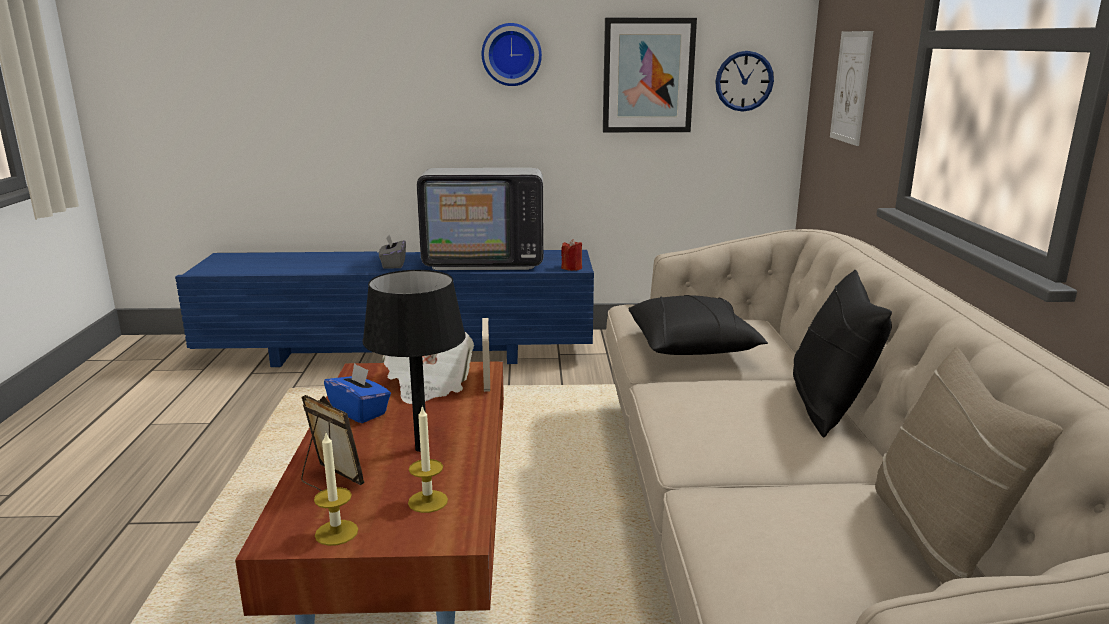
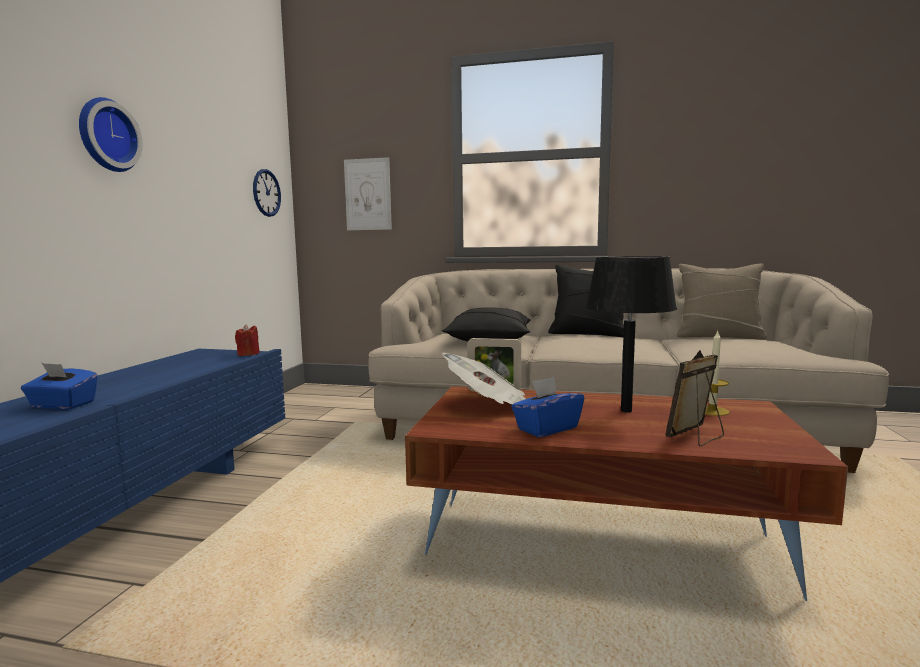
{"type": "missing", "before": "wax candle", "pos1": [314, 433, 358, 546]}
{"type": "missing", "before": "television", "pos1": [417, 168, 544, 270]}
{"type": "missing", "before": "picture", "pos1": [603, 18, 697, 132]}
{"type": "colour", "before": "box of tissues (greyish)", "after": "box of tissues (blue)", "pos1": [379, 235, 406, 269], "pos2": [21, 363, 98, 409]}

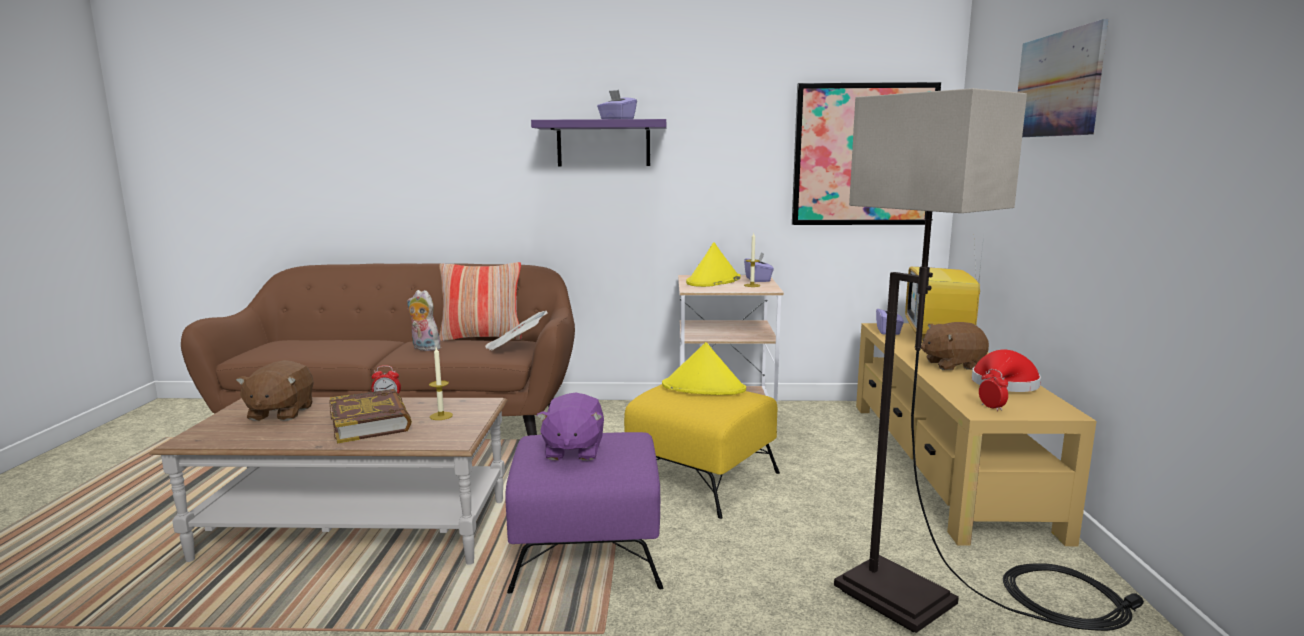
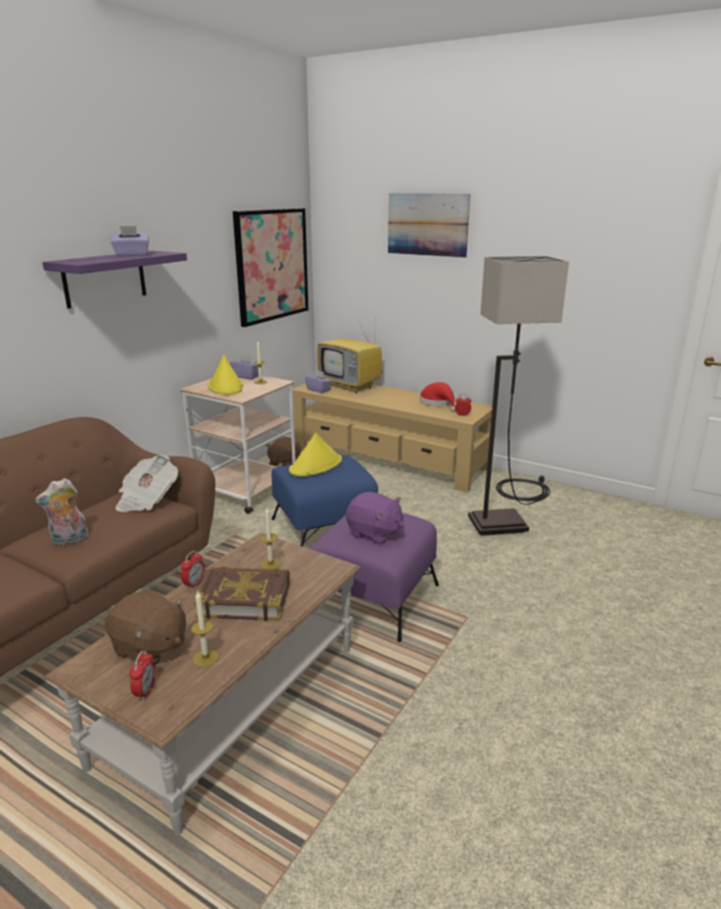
{"type": "missing", "before": "cushion", "pos1": [439, 262, 522, 341]}
{"type": "appeared", "after": "bedside clock", "pos2": [129, 650, 156, 701]}
{"type": "appeared", "after": "wax candle", "pos2": [191, 590, 218, 667]}
{"type": "relocated", "before": "cuddly toy (brown)", "pos1": [921, 322, 989, 370], "pos2": [266, 437, 301, 466]}
{"type": "colour", "before": "pouffe (yellow)", "after": "pouffe (blue)", "pos1": [624, 384, 780, 519], "pos2": [271, 456, 378, 547]}

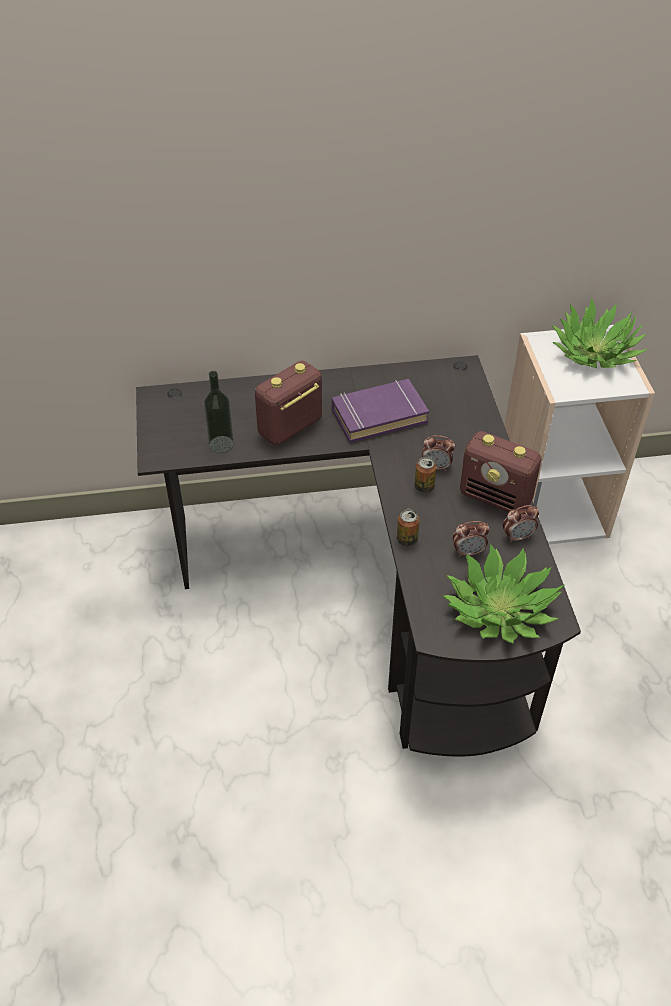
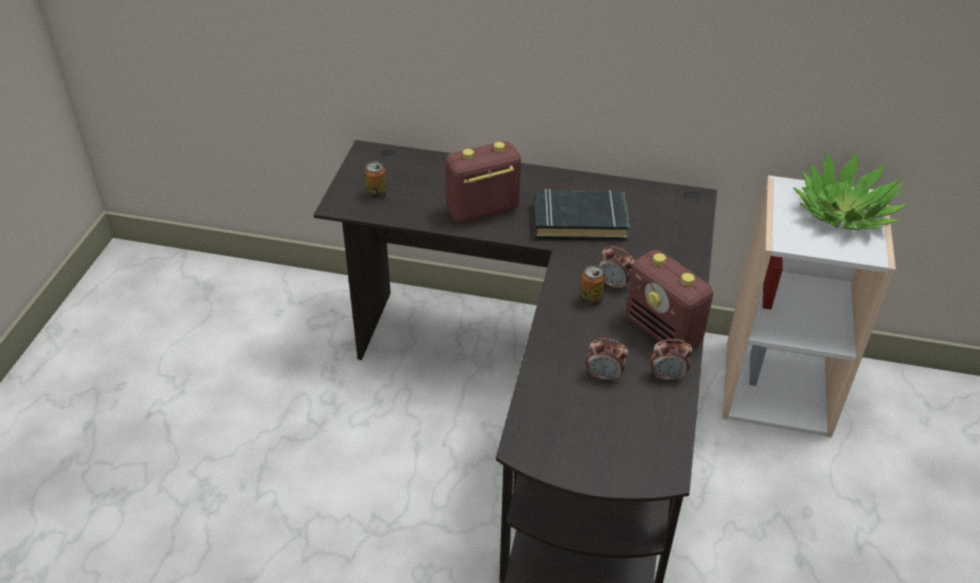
{"type": "missing", "before": "drink bottle", "pos1": [204, 371, 234, 453]}
{"type": "missing", "before": "houseplant", "pos1": [442, 544, 565, 644]}
{"type": "relocated", "before": "sealed can", "pos1": [397, 509, 420, 546], "pos2": [364, 162, 387, 199]}
{"type": "colour", "before": "volume (purple-coloured)", "after": "volume (black)", "pos1": [332, 379, 429, 443], "pos2": [534, 189, 630, 241]}

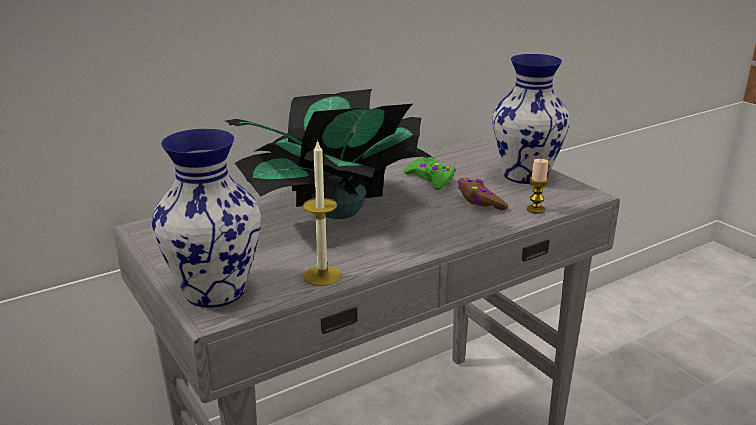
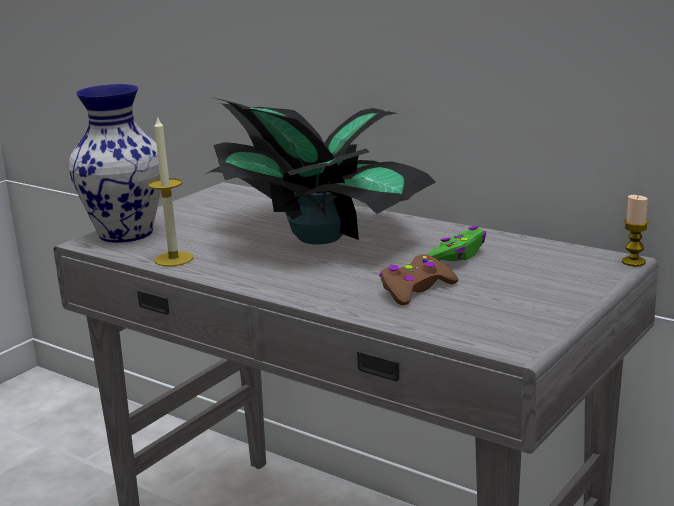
{"type": "missing", "before": "flower vase", "pos1": [492, 54, 570, 184]}
{"type": "relocated", "before": "wax candle", "pos1": [527, 159, 549, 214], "pos2": [622, 195, 649, 266]}

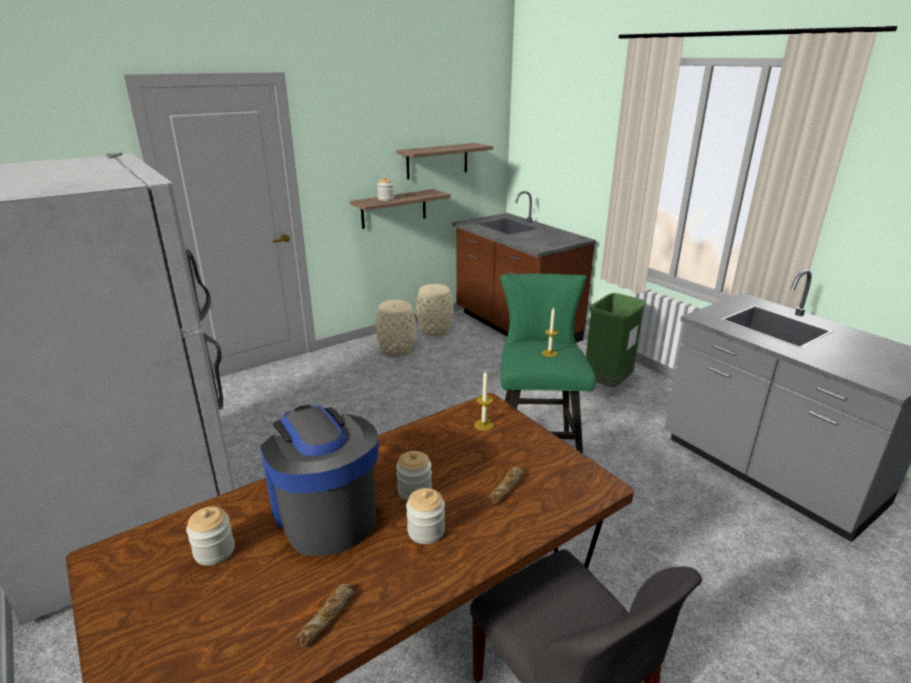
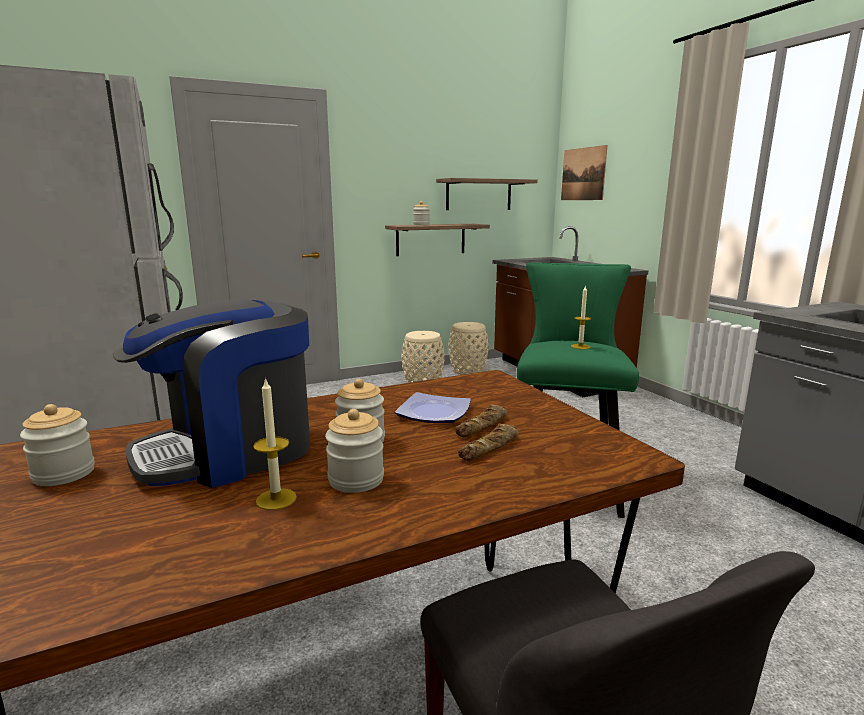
{"type": "missing", "before": "rubbish bin (green)", "pos1": [586, 293, 646, 387]}
{"type": "appeared", "after": "flat dish", "pos2": [395, 392, 471, 423]}
{"type": "appeared", "after": "picture", "pos2": [561, 145, 607, 200]}
{"type": "relocated", "before": "bread", "pos1": [295, 584, 353, 648], "pos2": [455, 404, 507, 437]}
{"type": "relocated", "before": "wax candle", "pos1": [474, 370, 494, 431], "pos2": [253, 377, 297, 510]}
{"type": "spun", "before": "coffee brewer", "pos1": [260, 405, 379, 556], "pos2": [113, 299, 310, 488], "turn": -105}

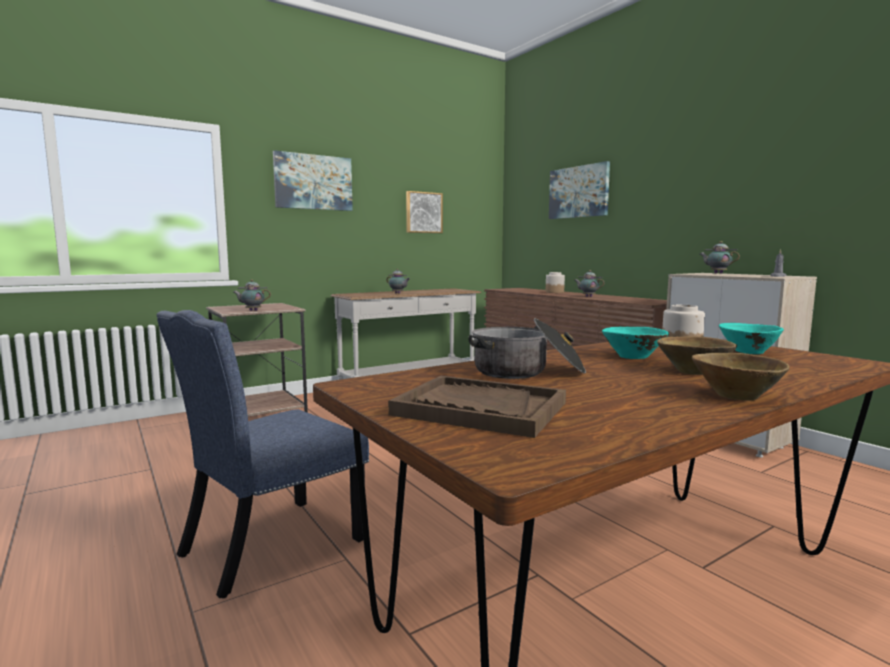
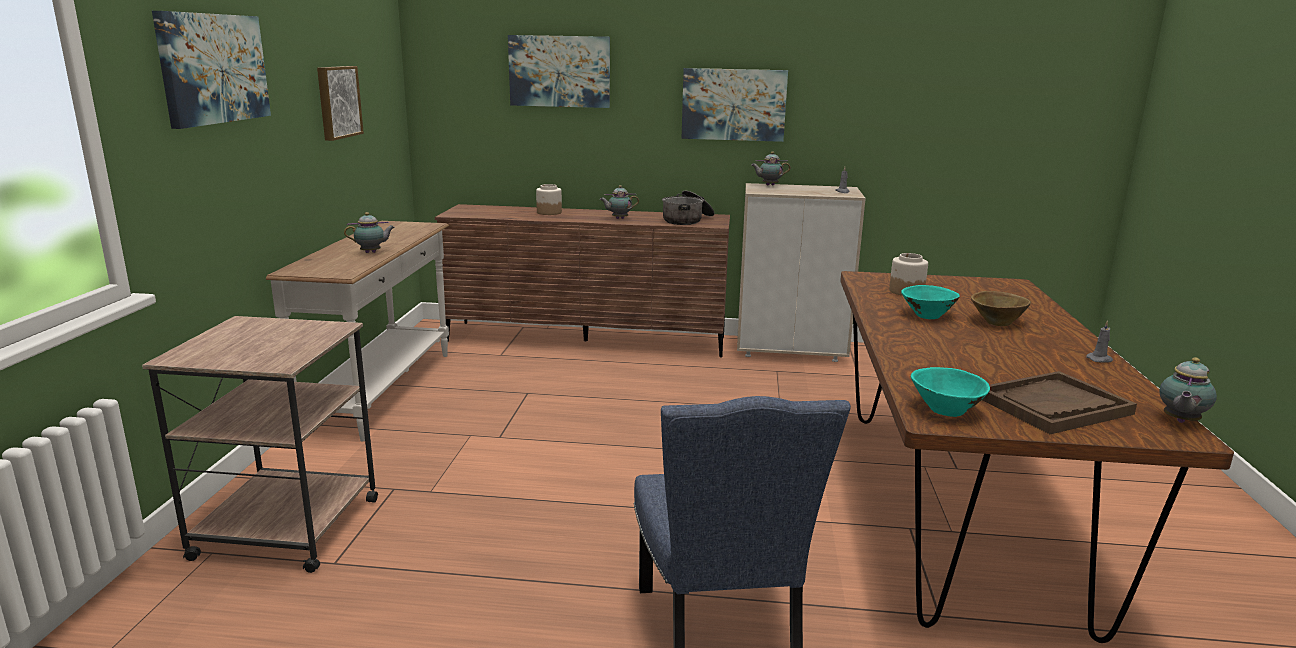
{"type": "missing", "before": "bowl (brown)", "pos1": [692, 353, 789, 400]}
{"type": "appeared", "after": "picture", "pos2": [682, 68, 788, 142]}
{"type": "appeared", "after": "wax candle (greyish)", "pos2": [1086, 320, 1113, 363]}
{"type": "relocated", "before": "tea pot", "pos1": [233, 279, 271, 311], "pos2": [1159, 357, 1217, 423]}
{"type": "relocated", "before": "stockpot", "pos1": [468, 318, 586, 379], "pos2": [662, 190, 715, 225]}
{"type": "relocated", "before": "bowl (blue-green)", "pos1": [719, 323, 784, 354], "pos2": [911, 367, 990, 417]}

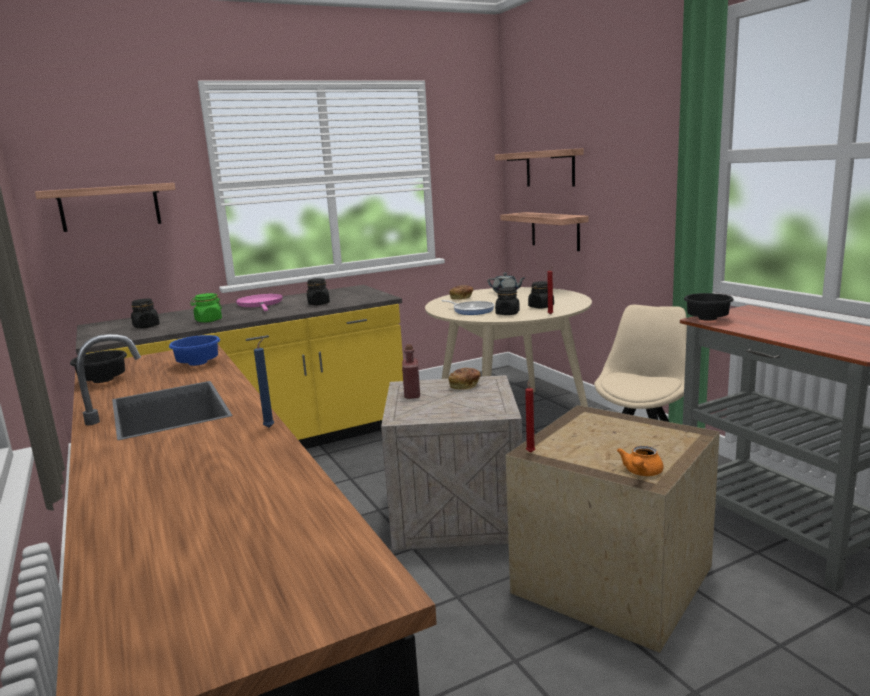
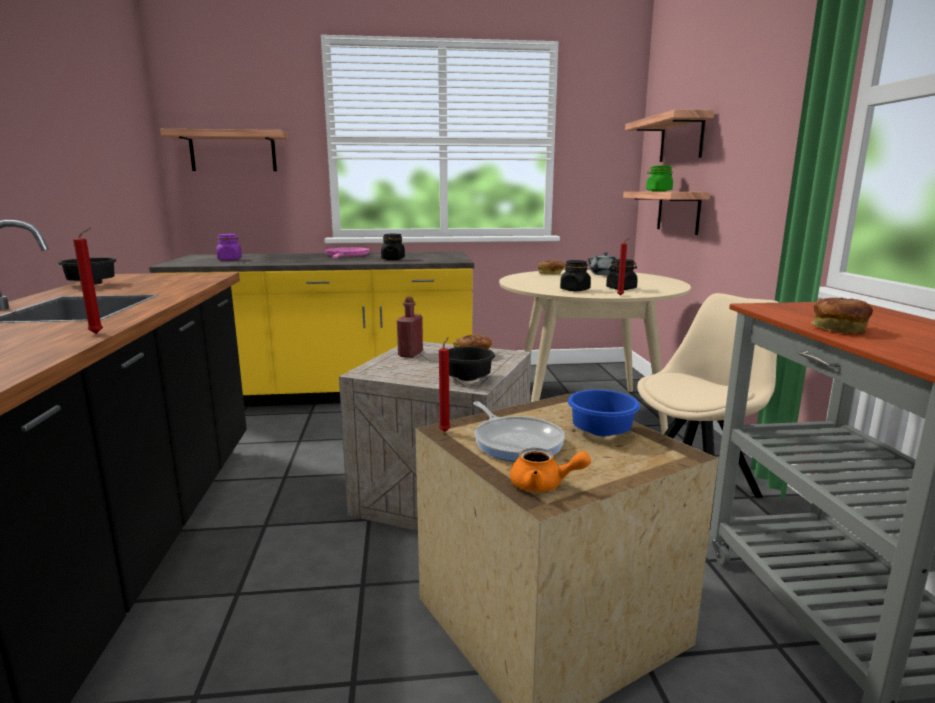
{"type": "appeared", "after": "bread", "pos2": [811, 297, 873, 333]}
{"type": "relocated", "before": "bowl (blue)", "pos1": [169, 335, 220, 366], "pos2": [568, 390, 640, 436]}
{"type": "relocated", "before": "preserve jar (green)", "pos1": [190, 293, 222, 322], "pos2": [646, 166, 673, 191]}
{"type": "relocated", "before": "pan", "pos1": [442, 300, 494, 315], "pos2": [473, 401, 565, 462]}
{"type": "relocated", "before": "bowl (black)", "pos1": [684, 293, 734, 321], "pos2": [449, 347, 495, 381]}
{"type": "colour", "before": "preserve jar (black)", "after": "preserve jar (purple-coloured)", "pos1": [131, 299, 160, 328], "pos2": [216, 234, 242, 261]}
{"type": "colour", "before": "wax candle (blue)", "after": "wax candle (red-coloured)", "pos1": [254, 337, 274, 428], "pos2": [73, 227, 103, 334]}
{"type": "spun", "before": "tea pot (orange)", "pos1": [617, 446, 664, 476], "pos2": [510, 448, 591, 492], "turn": -120}

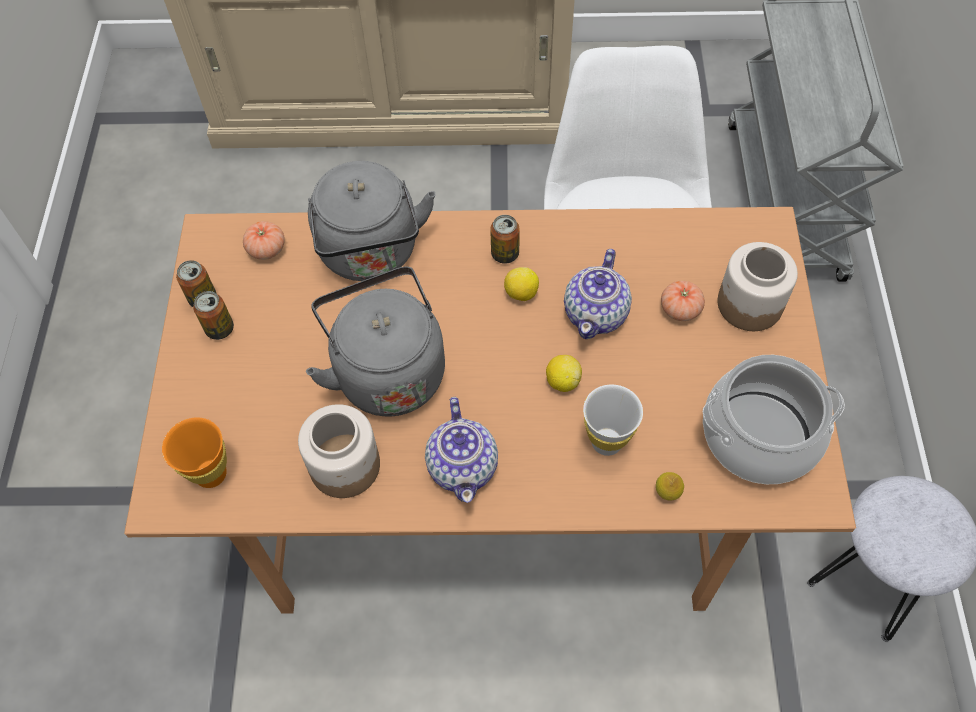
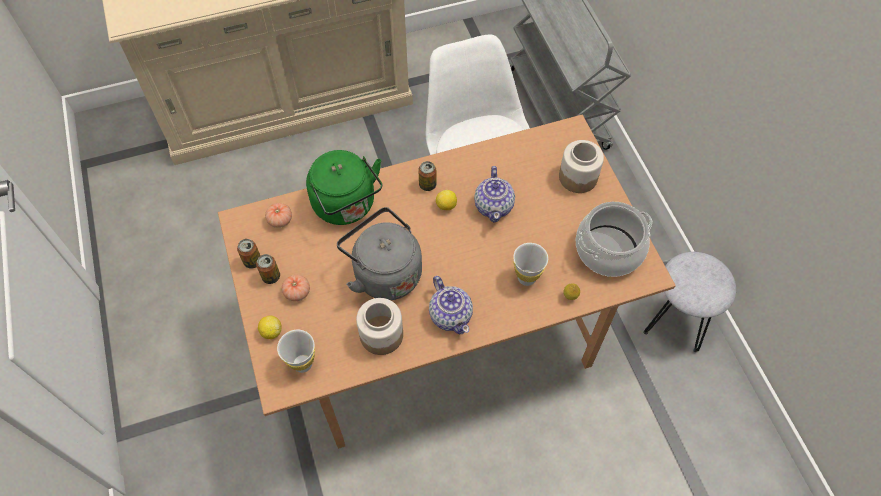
{"type": "relocated", "before": "lemon", "pos1": [546, 355, 582, 392], "pos2": [258, 315, 281, 339]}
{"type": "relocated", "before": "fresh tomato", "pos1": [661, 281, 705, 321], "pos2": [282, 275, 310, 301]}
{"type": "colour", "before": "cup (orange)", "after": "cup (whitish)", "pos1": [162, 417, 227, 488], "pos2": [277, 330, 315, 373]}
{"type": "colour", "before": "water kettle (greyish)", "after": "water kettle (green)", "pos1": [308, 161, 436, 281], "pos2": [306, 150, 382, 225]}

